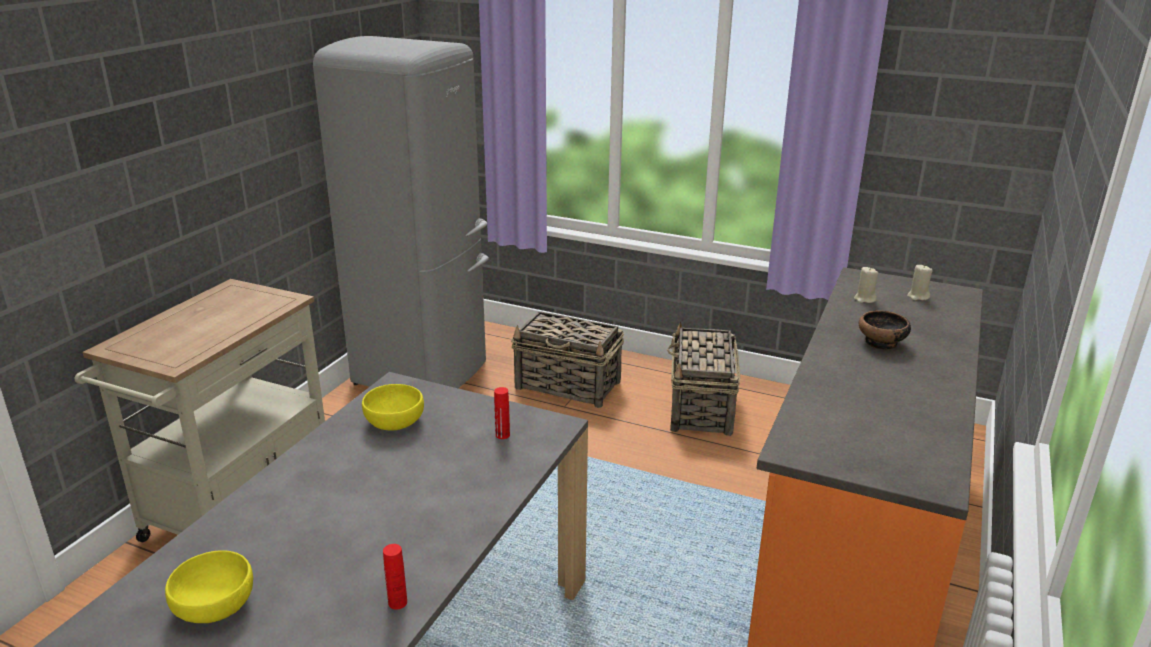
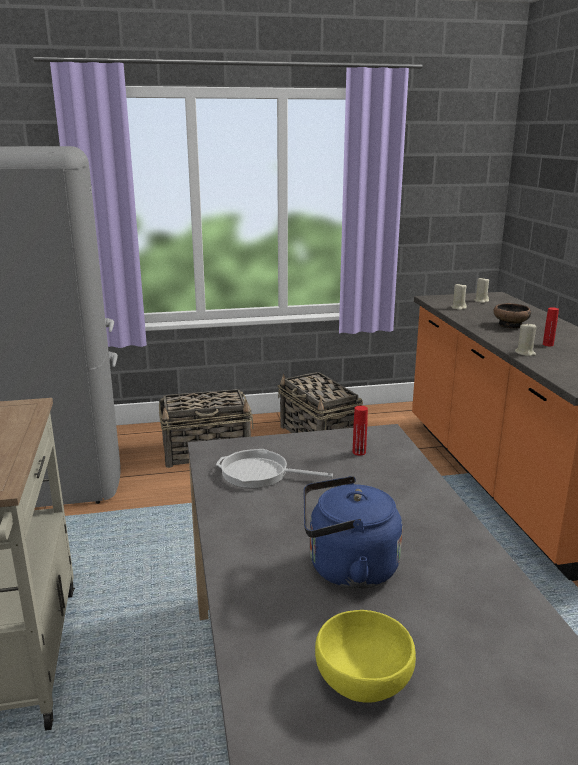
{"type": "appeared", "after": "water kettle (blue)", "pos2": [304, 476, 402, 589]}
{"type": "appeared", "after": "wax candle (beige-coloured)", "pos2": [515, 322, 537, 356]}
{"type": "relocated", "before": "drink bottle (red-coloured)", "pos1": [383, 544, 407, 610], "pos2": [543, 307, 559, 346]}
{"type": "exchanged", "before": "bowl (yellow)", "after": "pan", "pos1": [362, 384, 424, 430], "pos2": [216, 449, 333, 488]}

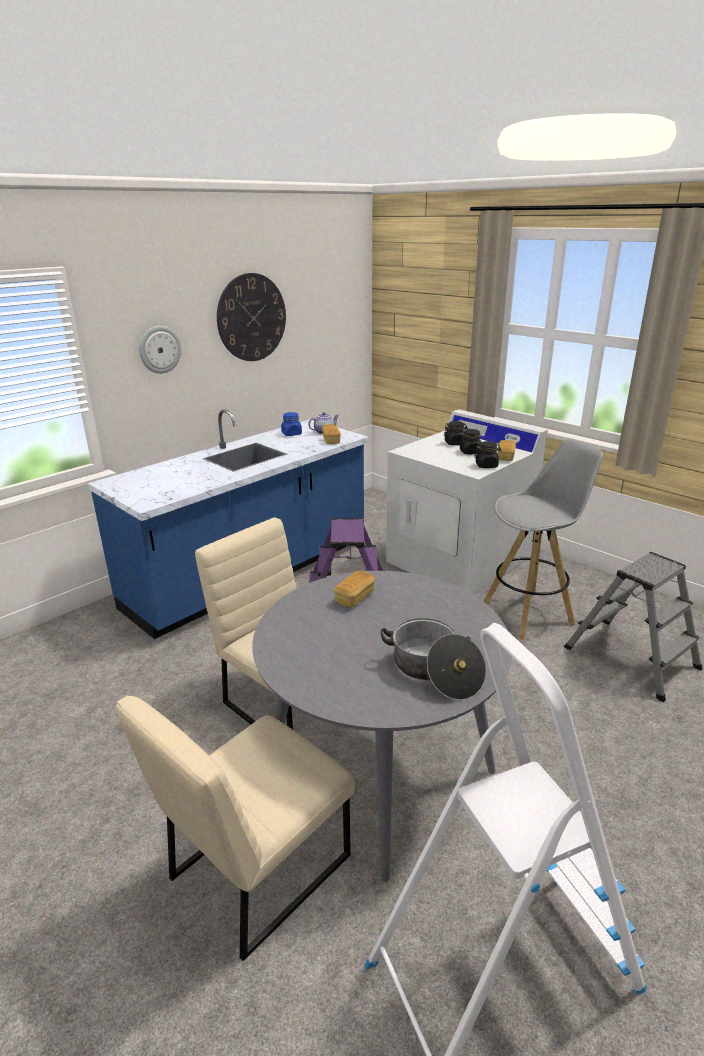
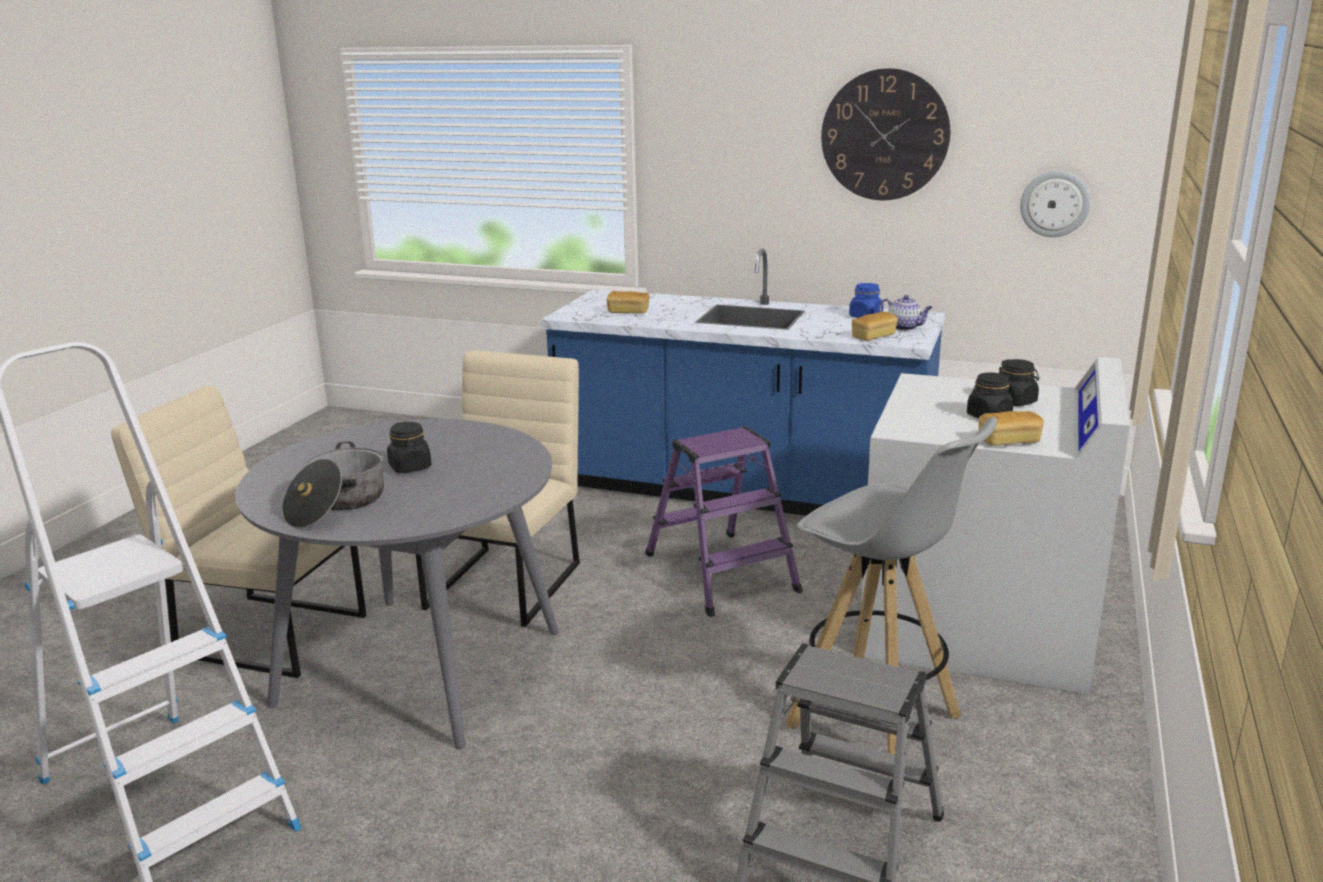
{"type": "relocated", "before": "hanging clock", "pos1": [139, 326, 182, 374], "pos2": [1020, 171, 1091, 237]}
{"type": "relocated", "before": "bread", "pos1": [334, 571, 375, 608], "pos2": [607, 291, 649, 314]}
{"type": "relocated", "before": "preserve jar (black)", "pos1": [474, 441, 502, 468], "pos2": [387, 421, 431, 473]}

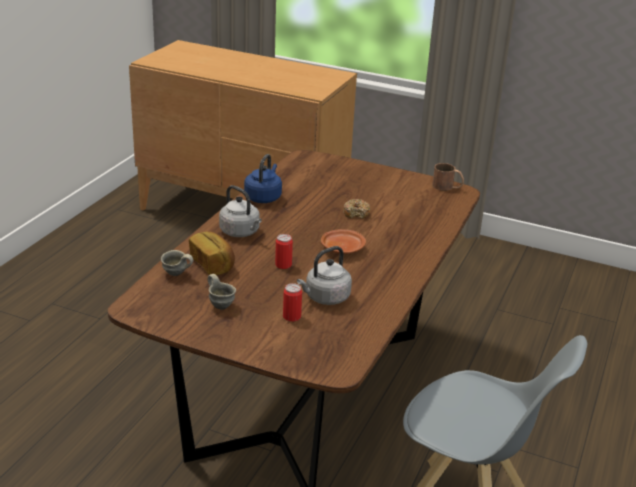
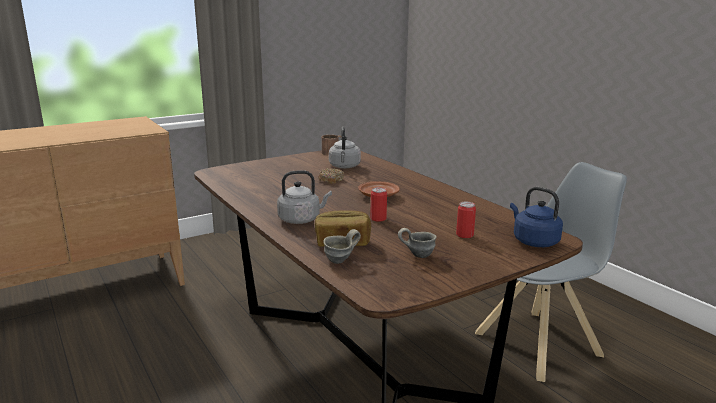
{"type": "relocated", "before": "water kettle (blue)", "pos1": [244, 154, 282, 203], "pos2": [510, 187, 563, 247]}
{"type": "relocated", "before": "water kettle (greyish)", "pos1": [297, 246, 352, 305], "pos2": [329, 127, 361, 169]}

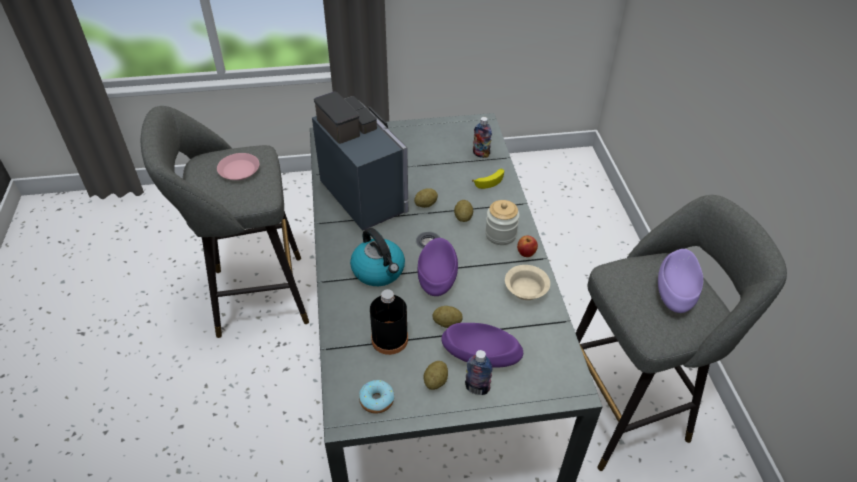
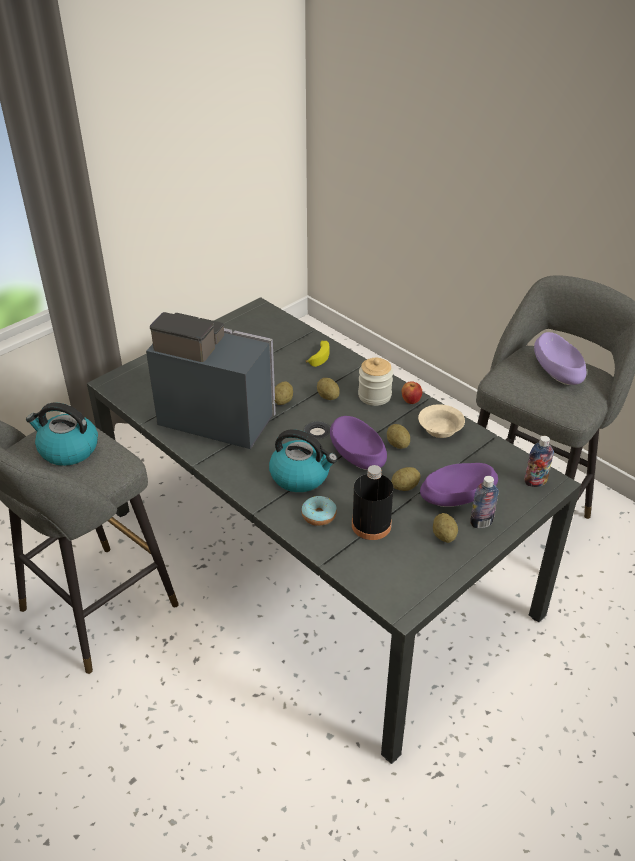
{"type": "appeared", "after": "potato", "pos2": [387, 424, 410, 449]}
{"type": "relocated", "before": "donut", "pos1": [359, 380, 394, 414], "pos2": [301, 496, 337, 526]}
{"type": "relocated", "before": "drink bottle", "pos1": [473, 117, 492, 158], "pos2": [524, 436, 554, 487]}
{"type": "exchanged", "before": "flat dish (pinkish)", "after": "water kettle", "pos1": [217, 153, 259, 180], "pos2": [26, 402, 98, 466]}

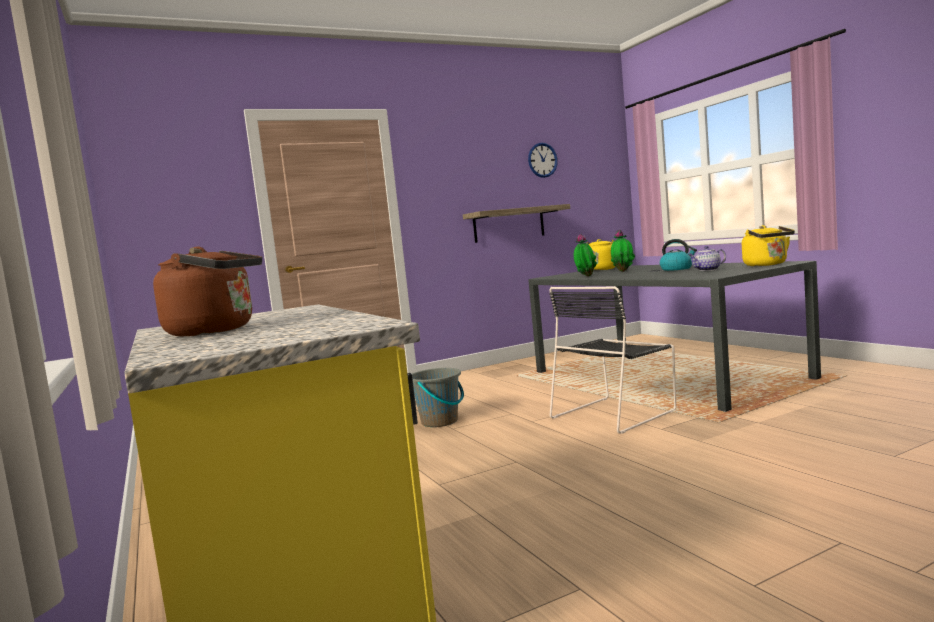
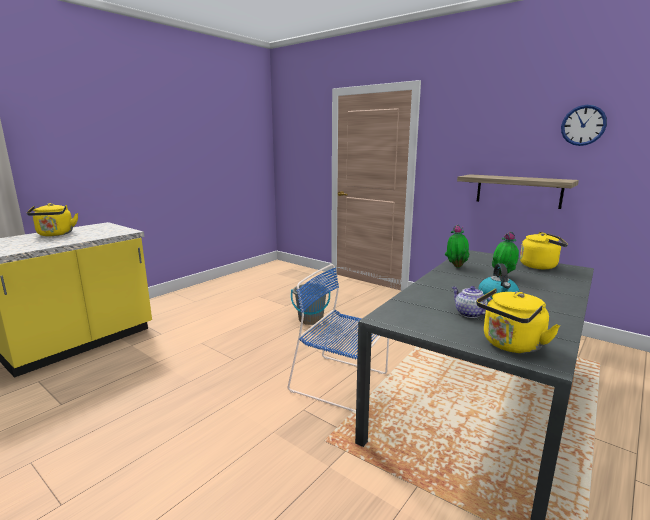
{"type": "colour", "before": "water kettle (brown)", "after": "water kettle (yellow)", "pos1": [153, 247, 262, 336], "pos2": [27, 203, 78, 236]}
{"type": "colour", "before": "chair (black)", "after": "chair (blue)", "pos1": [549, 286, 676, 434], "pos2": [288, 264, 389, 412]}

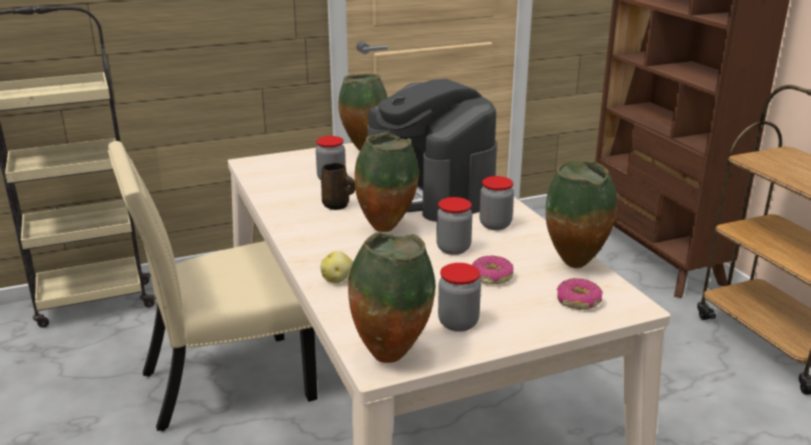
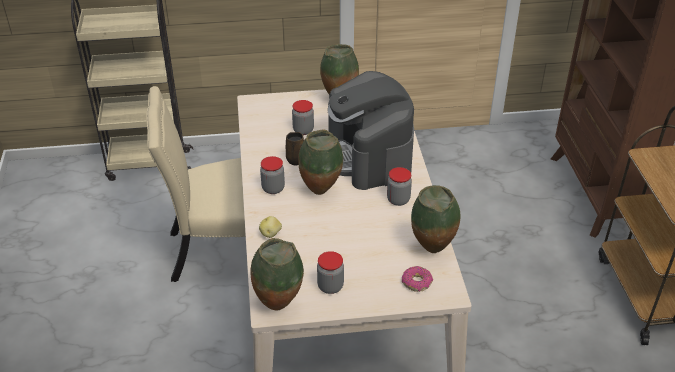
{"type": "missing", "before": "donut", "pos1": [472, 255, 514, 284]}
{"type": "relocated", "before": "preserve jar", "pos1": [436, 197, 472, 255], "pos2": [260, 156, 285, 194]}

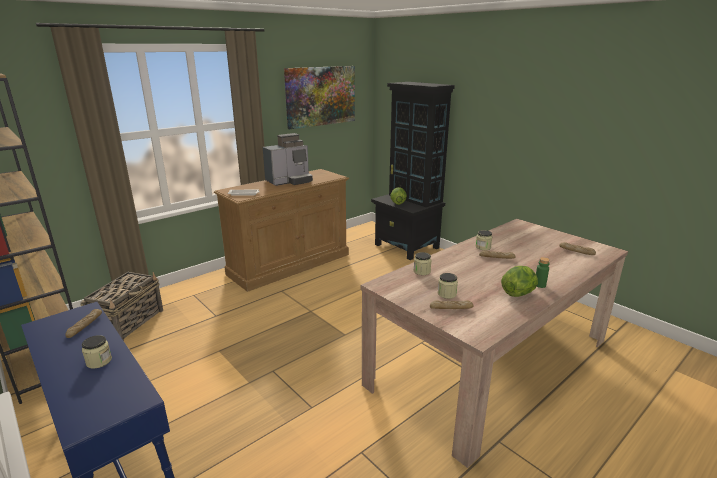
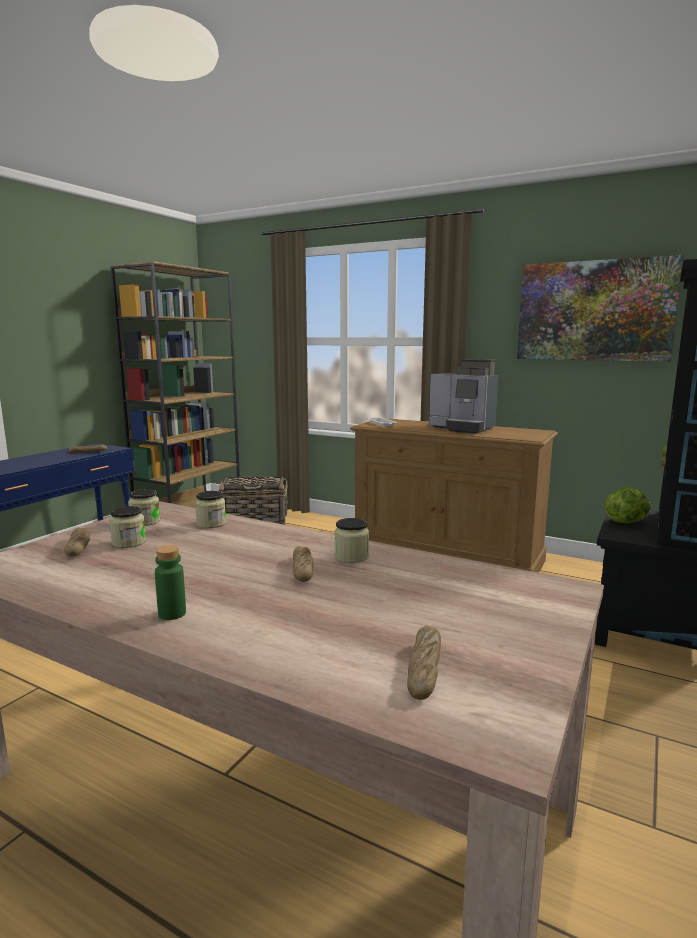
{"type": "missing", "before": "head of lettuce", "pos1": [501, 266, 538, 297]}
{"type": "relocated", "before": "preserve jar", "pos1": [82, 335, 112, 369], "pos2": [128, 489, 160, 526]}

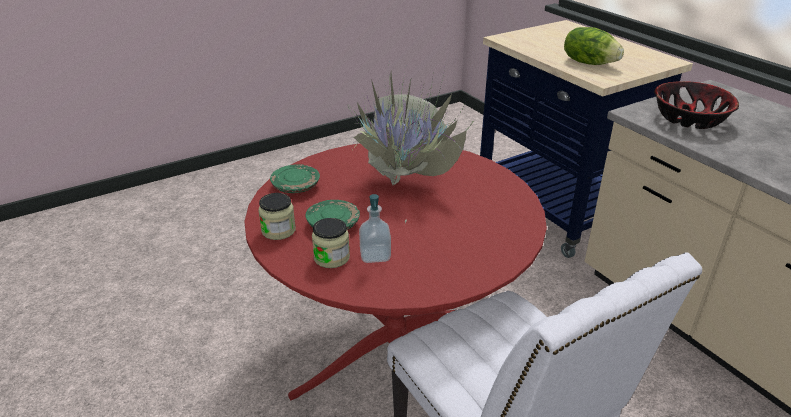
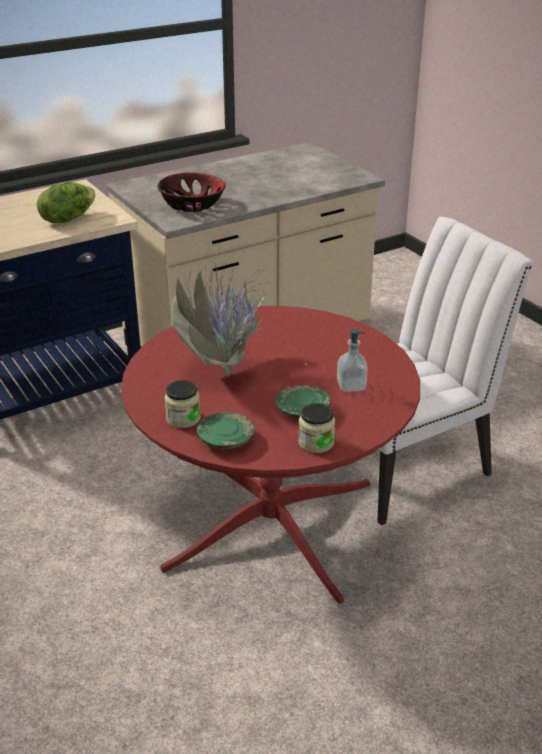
{"type": "relocated", "before": "preserve jar", "pos1": [312, 218, 350, 268], "pos2": [164, 380, 201, 428]}

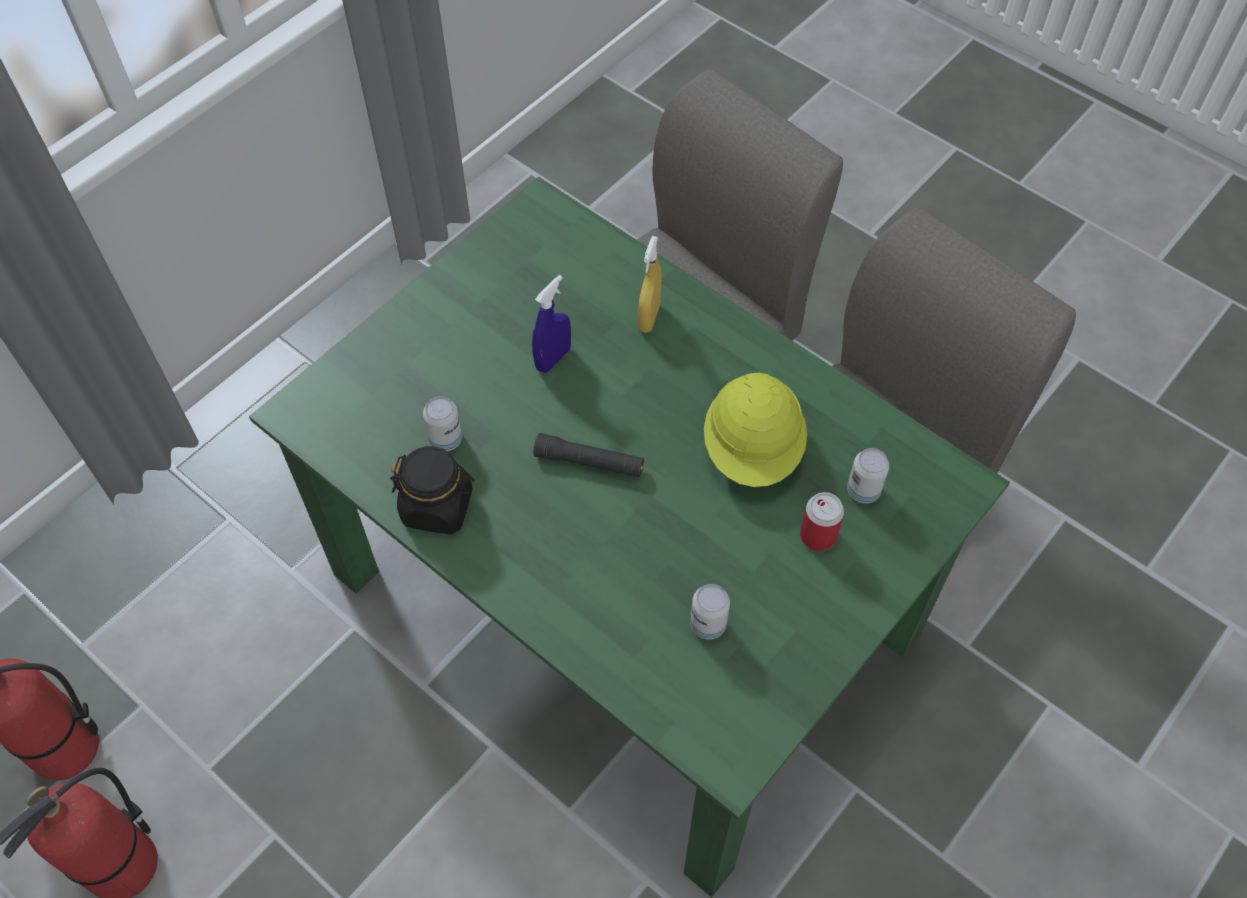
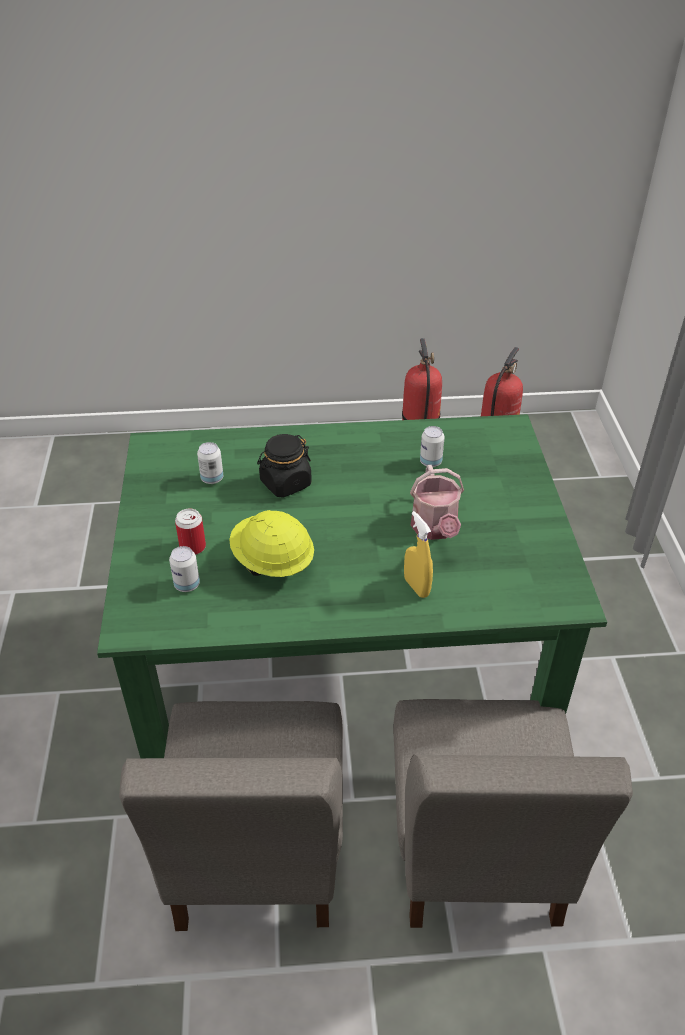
{"type": "missing", "before": "flashlight (black)", "pos1": [533, 433, 644, 477]}
{"type": "relocated", "before": "preserve jar (black)", "pos1": [390, 446, 475, 534], "pos2": [257, 434, 312, 498]}
{"type": "exchanged", "before": "sprayer (blue)", "after": "watering can", "pos1": [532, 275, 571, 373], "pos2": [410, 465, 464, 540]}

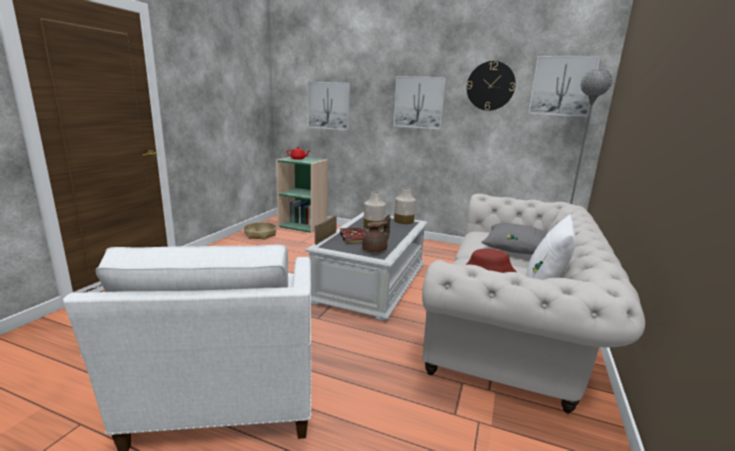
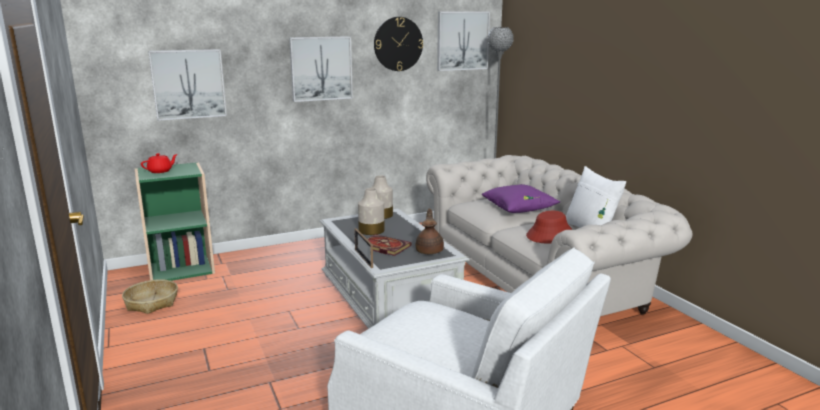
{"type": "colour", "before": "cushion (greyish)", "after": "cushion (purple-coloured)", "pos1": [482, 223, 548, 255], "pos2": [482, 184, 560, 213]}

